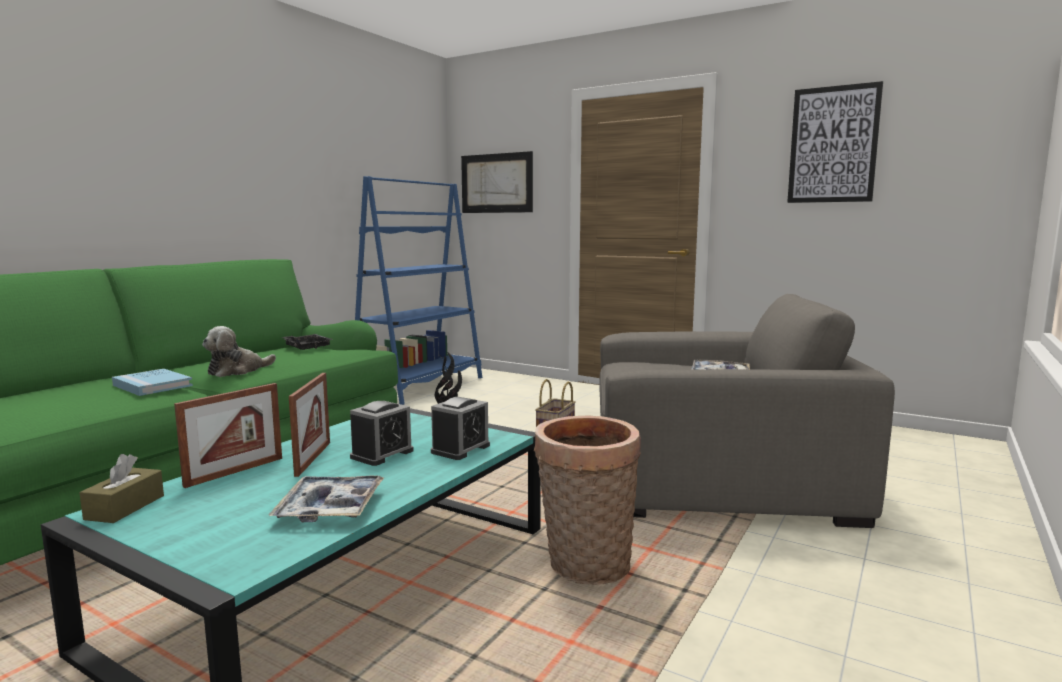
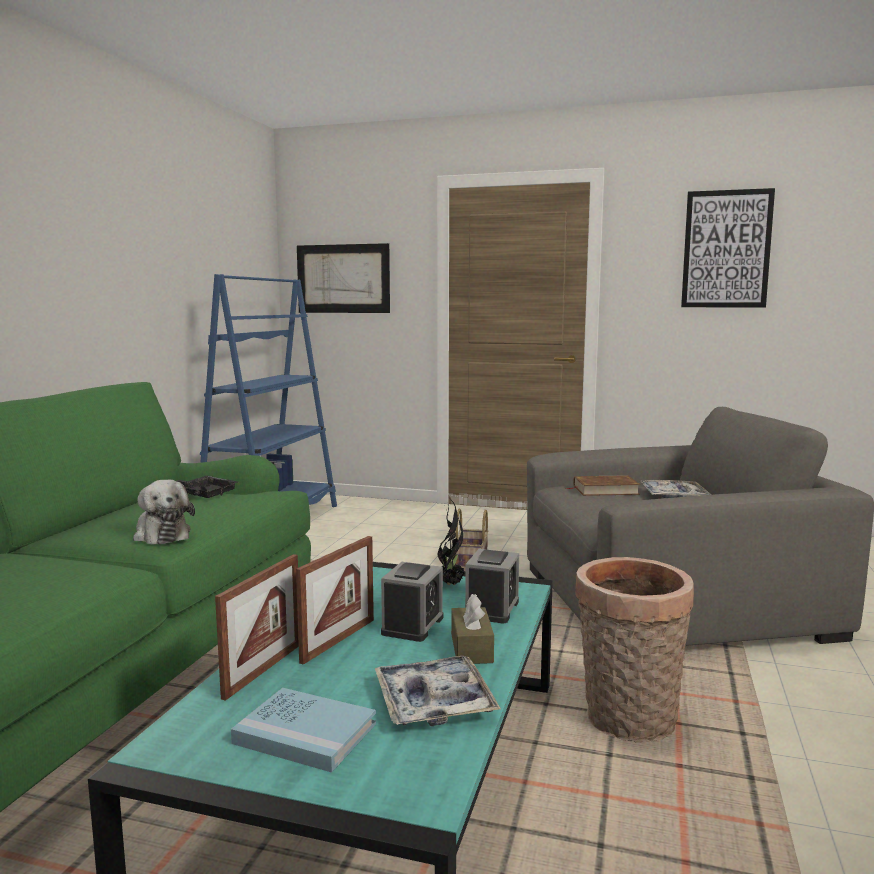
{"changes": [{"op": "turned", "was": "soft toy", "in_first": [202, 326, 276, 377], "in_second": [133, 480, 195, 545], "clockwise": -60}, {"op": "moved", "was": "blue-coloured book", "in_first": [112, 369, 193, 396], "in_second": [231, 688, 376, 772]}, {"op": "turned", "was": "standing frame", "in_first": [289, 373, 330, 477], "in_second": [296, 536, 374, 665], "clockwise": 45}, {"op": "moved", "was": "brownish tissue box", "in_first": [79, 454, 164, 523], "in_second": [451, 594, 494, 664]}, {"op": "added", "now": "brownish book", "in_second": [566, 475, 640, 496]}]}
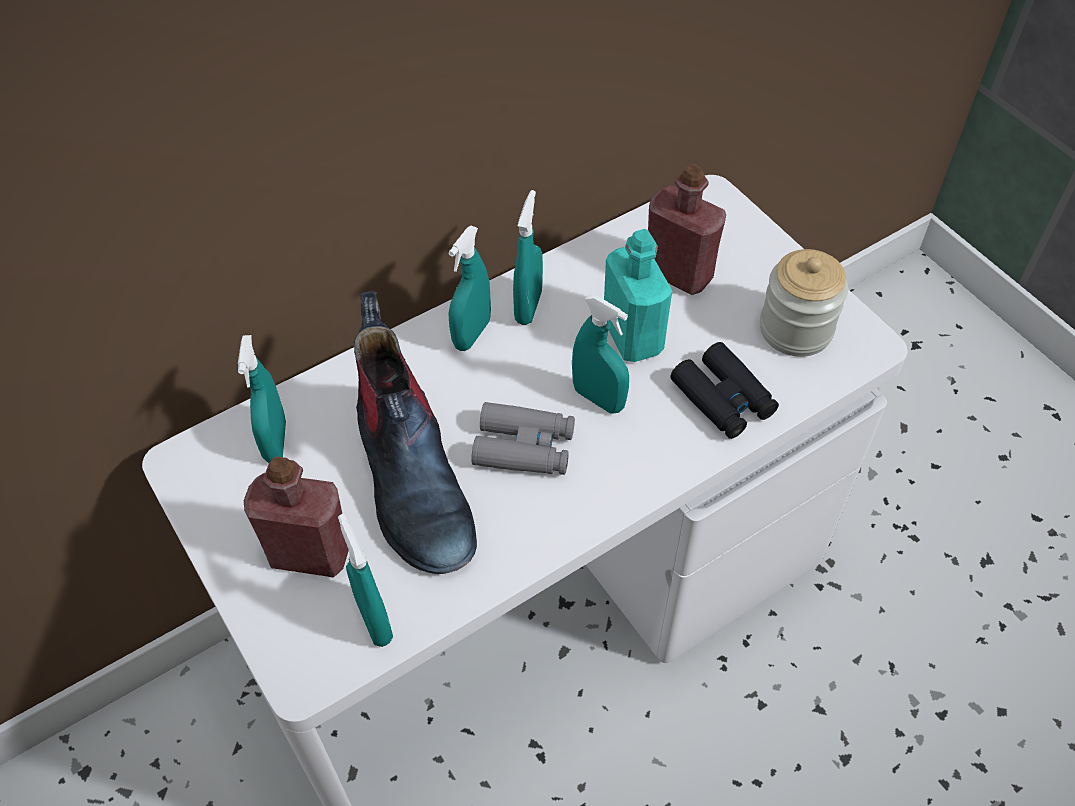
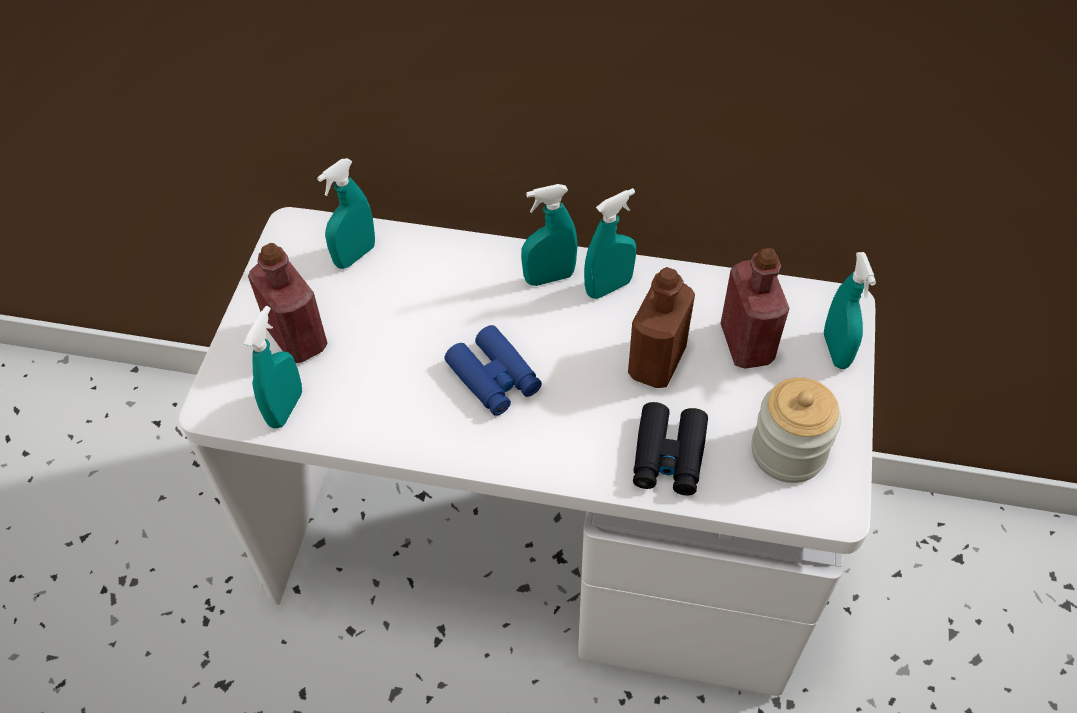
{"changes": [{"op": "recoloured", "was": "blue-green drink bottle", "now": "brownish drink bottle", "in_first": [604, 229, 672, 362], "in_second": [628, 267, 695, 388]}, {"op": "removed", "was": "boot", "in_first": [354, 291, 477, 574]}, {"op": "moved", "was": "blue-green spray bottle", "in_first": [572, 294, 629, 414], "in_second": [824, 252, 876, 369]}, {"op": "recoloured", "was": "grey pair of binoculars", "now": "blue-coloured pair of binoculars", "in_first": [471, 402, 575, 475], "in_second": [444, 325, 542, 416]}]}
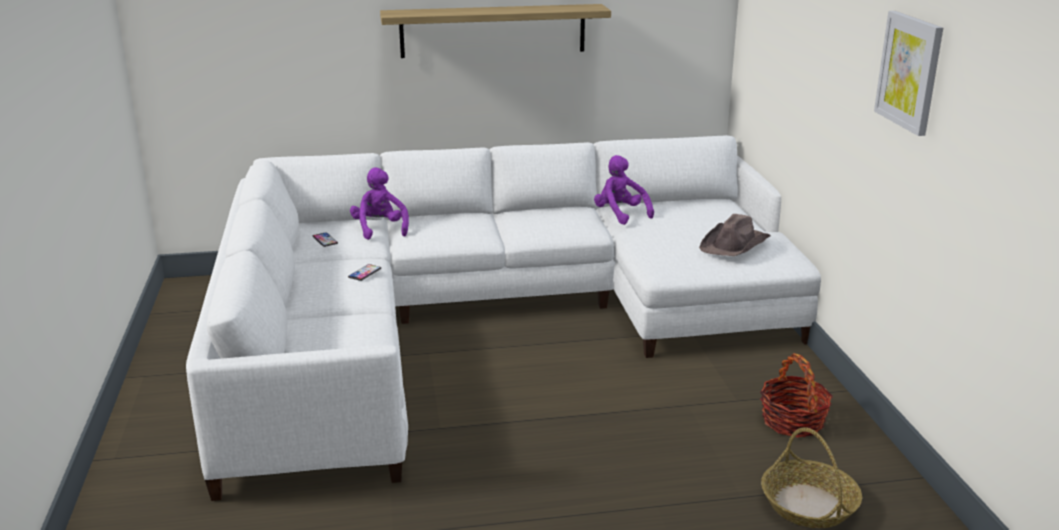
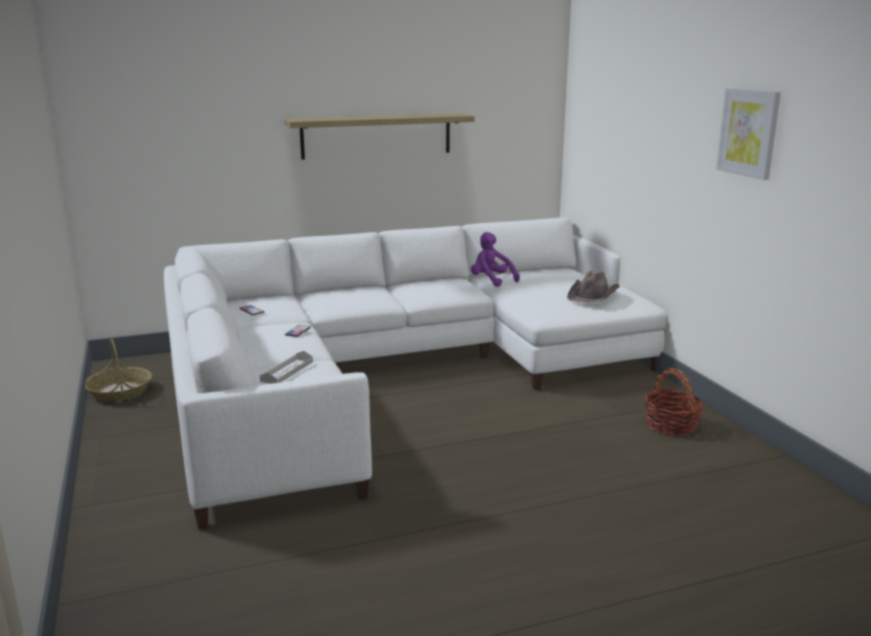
{"changes": [{"op": "removed", "was": "purple soft toy", "in_first": [350, 168, 409, 240]}, {"op": "moved", "was": "household basket", "in_first": [761, 427, 862, 528], "in_second": [85, 339, 152, 401]}, {"op": "added", "now": "grey tray", "in_second": [260, 351, 313, 384]}]}
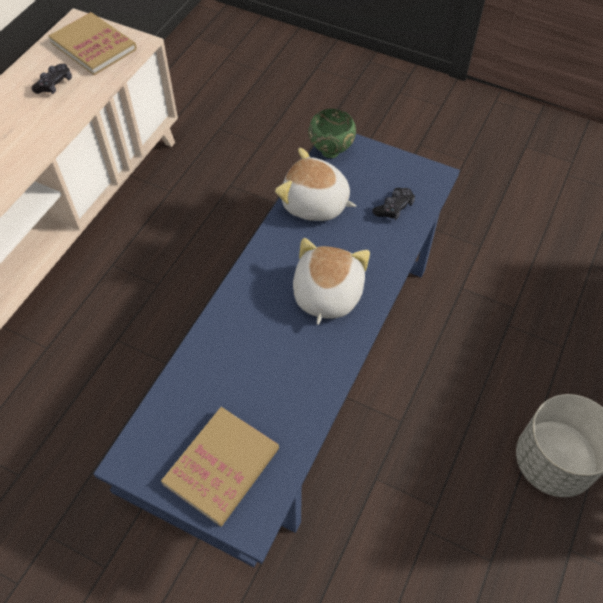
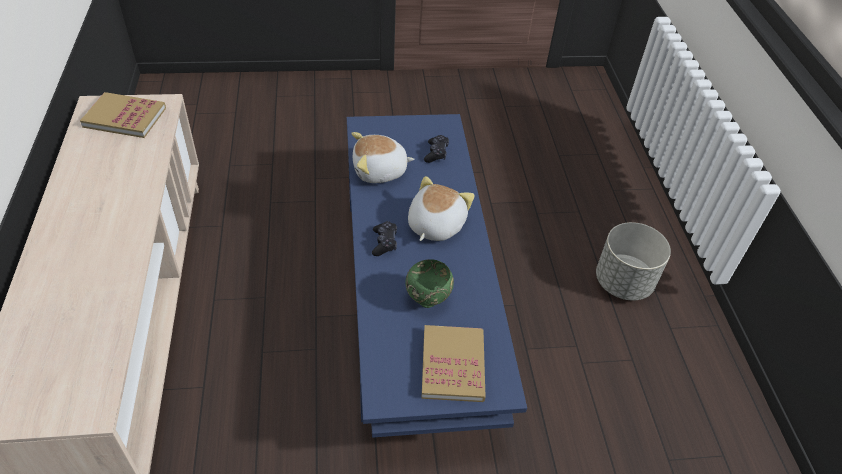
{"changes": [{"op": "moved", "was": "blackish joypad", "in_first": [32, 64, 72, 94], "in_second": [372, 221, 397, 256]}, {"op": "moved", "was": "green deep dish", "in_first": [308, 109, 356, 158], "in_second": [406, 259, 454, 308]}, {"op": "turned", "was": "soft toy", "in_first": [293, 238, 370, 325], "in_second": [408, 176, 475, 241], "clockwise": 45}]}
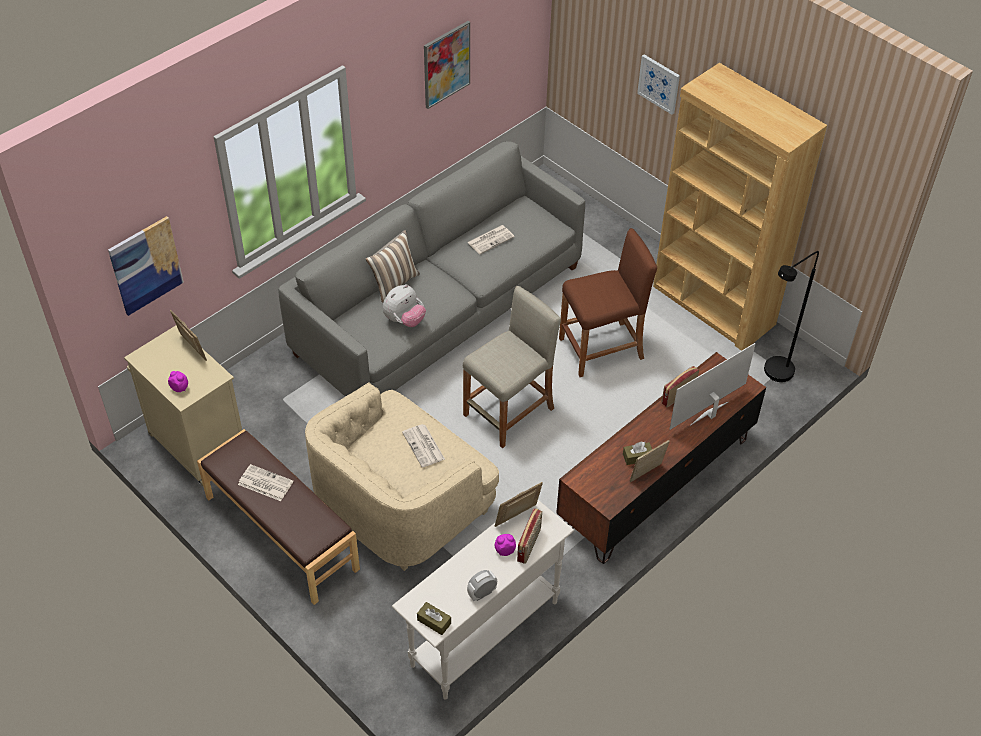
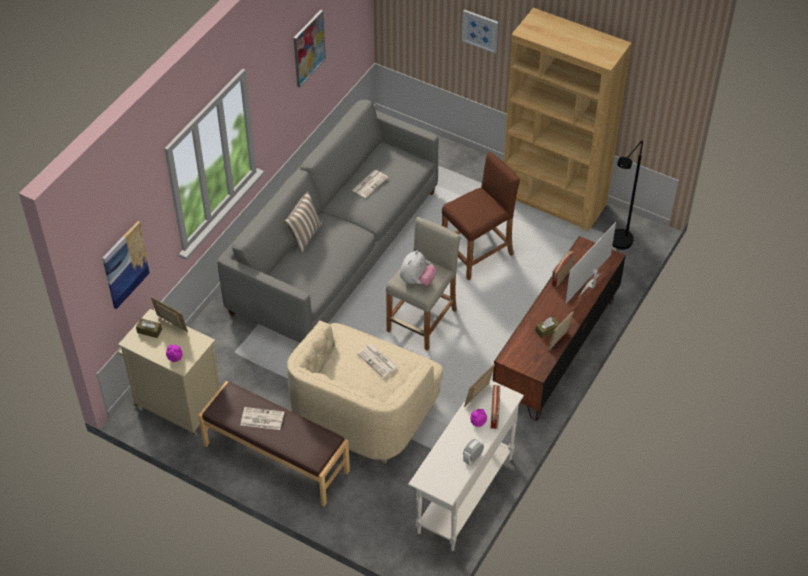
{"changes": [{"op": "moved", "was": "soft toy", "in_first": [383, 284, 426, 327], "in_second": [400, 251, 436, 286]}, {"op": "moved", "was": "brownish tissue box", "in_first": [417, 602, 451, 635], "in_second": [136, 318, 162, 338]}]}
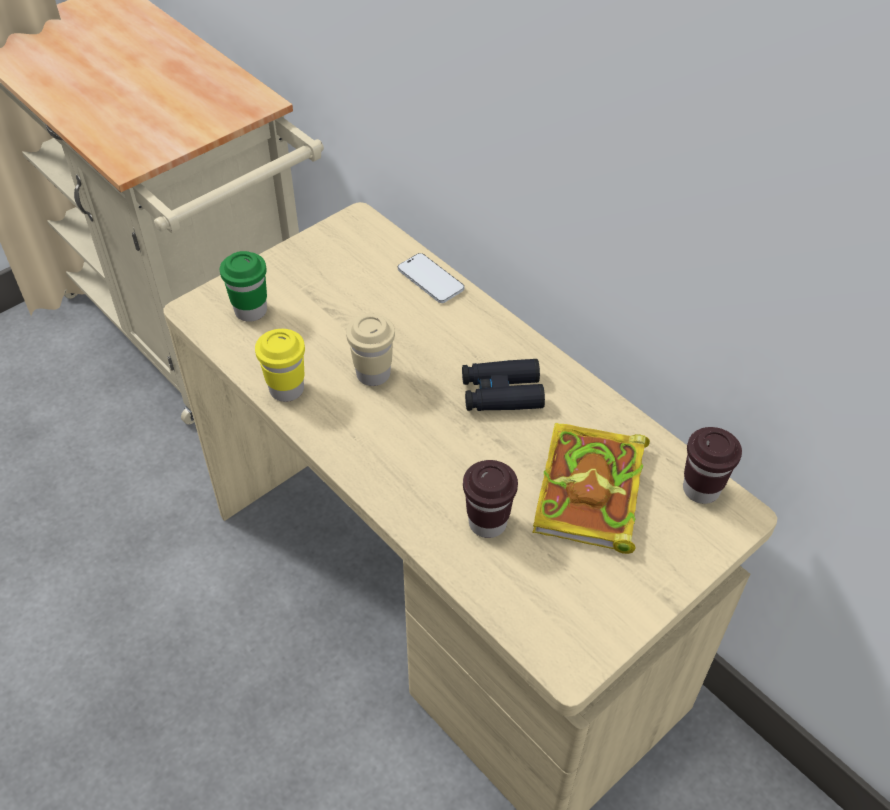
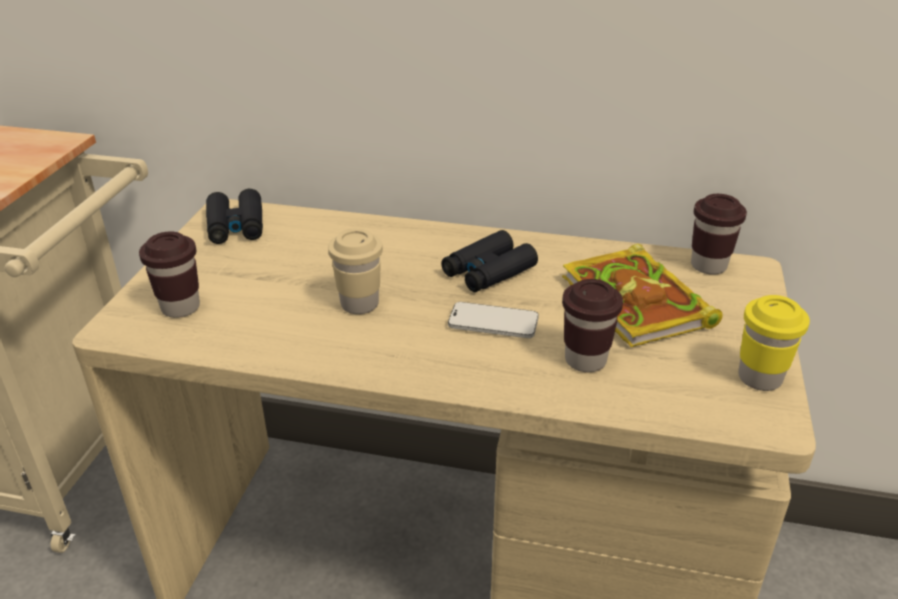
{"changes": [{"op": "recoloured", "was": "green small cup", "now": "brownish small cup", "in_first": [220, 251, 267, 322], "in_second": [139, 231, 200, 318]}, {"op": "moved", "was": "handset", "in_first": [398, 253, 464, 303], "in_second": [448, 302, 539, 338]}, {"op": "moved", "was": "yellow-coloured small cup", "in_first": [255, 329, 305, 402], "in_second": [738, 295, 810, 391]}, {"op": "added", "now": "blackish pair of binoculars", "in_second": [206, 189, 263, 244]}]}
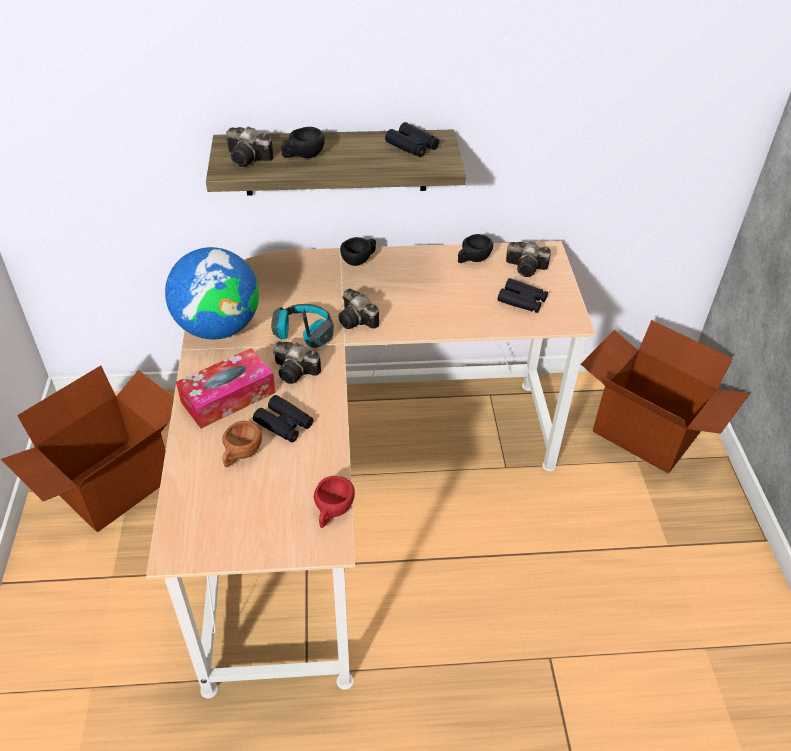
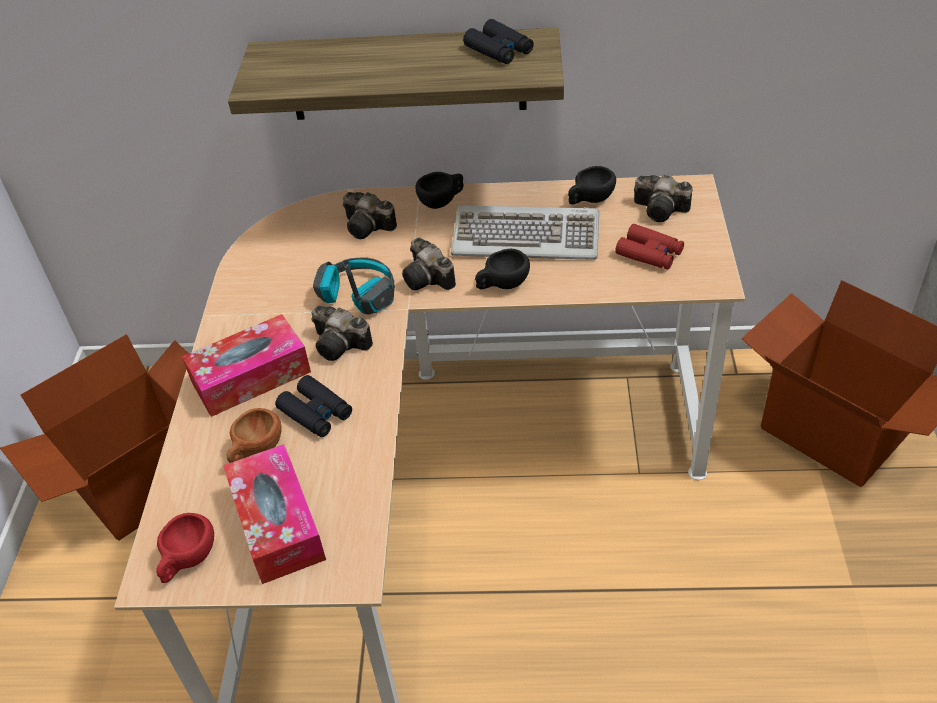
{"changes": [{"op": "moved", "was": "still camera", "in_first": [226, 126, 274, 167], "in_second": [343, 192, 397, 239]}, {"op": "moved", "was": "blackish small cup", "in_first": [281, 127, 325, 158], "in_second": [475, 249, 530, 290]}, {"op": "removed", "was": "world globe", "in_first": [165, 247, 259, 339]}, {"op": "recoloured", "was": "blackish pair of binoculars", "now": "red-coloured pair of binoculars", "in_first": [498, 278, 548, 313], "in_second": [615, 224, 684, 270]}, {"op": "moved", "was": "red-coloured small cup", "in_first": [314, 476, 355, 528], "in_second": [156, 513, 214, 583]}, {"op": "added", "now": "keyboard", "in_second": [451, 205, 599, 260]}, {"op": "added", "now": "tissue box", "in_second": [223, 444, 326, 584]}]}
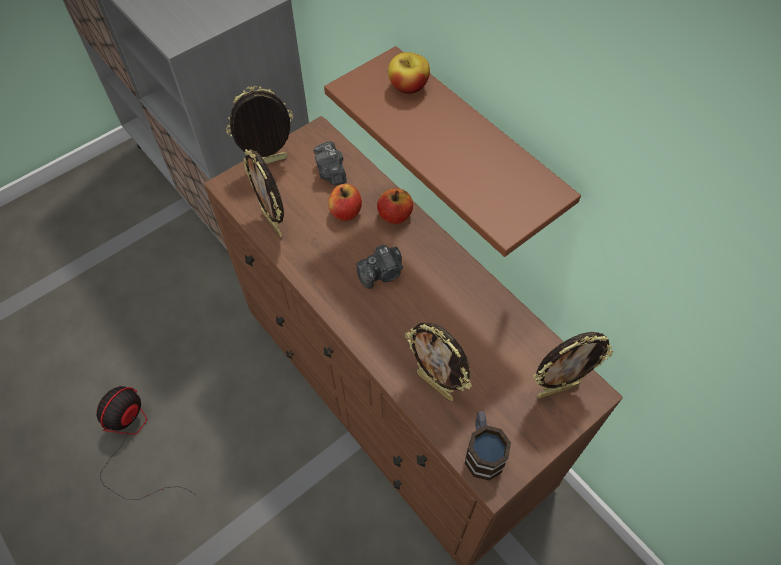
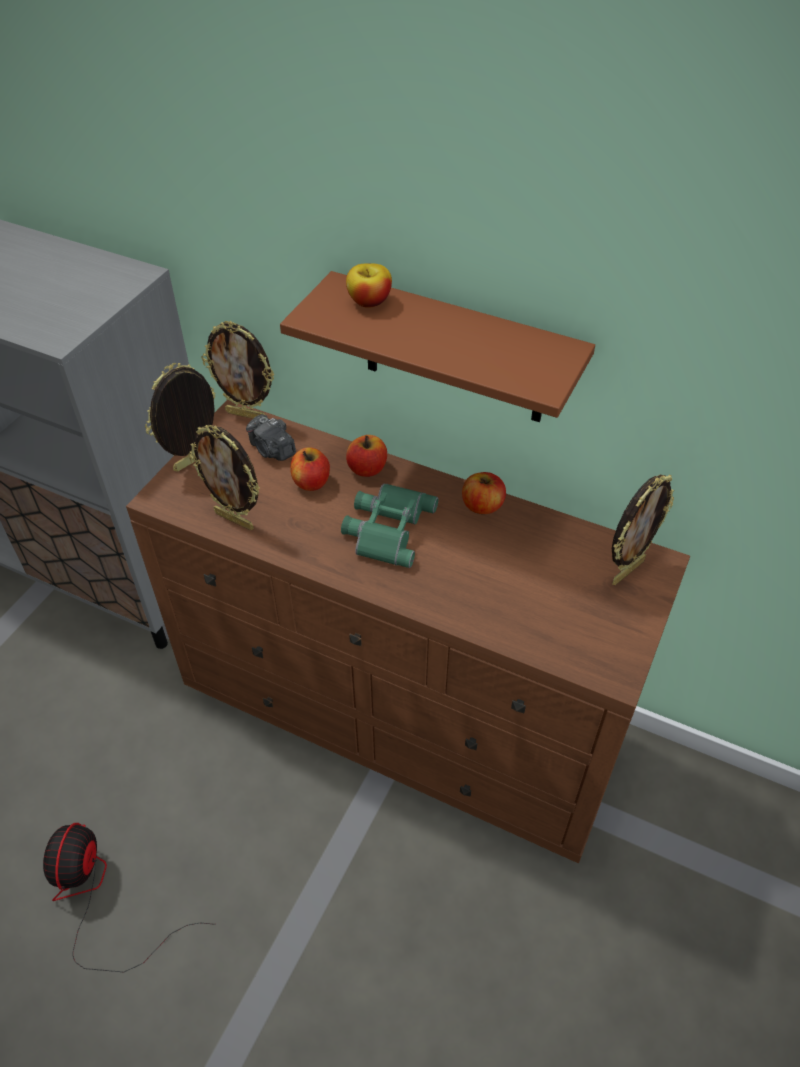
{"changes": [{"op": "replaced", "was": "still camera", "now": "green pair of binoculars", "in_first": [356, 245, 403, 289], "in_second": [341, 484, 438, 568]}, {"op": "moved", "was": "standing frame", "in_first": [405, 322, 472, 401], "in_second": [201, 321, 275, 419]}, {"op": "removed", "was": "coffee mug", "in_first": [465, 411, 511, 481]}, {"op": "added", "now": "whole apple", "in_second": [462, 472, 506, 514]}]}
